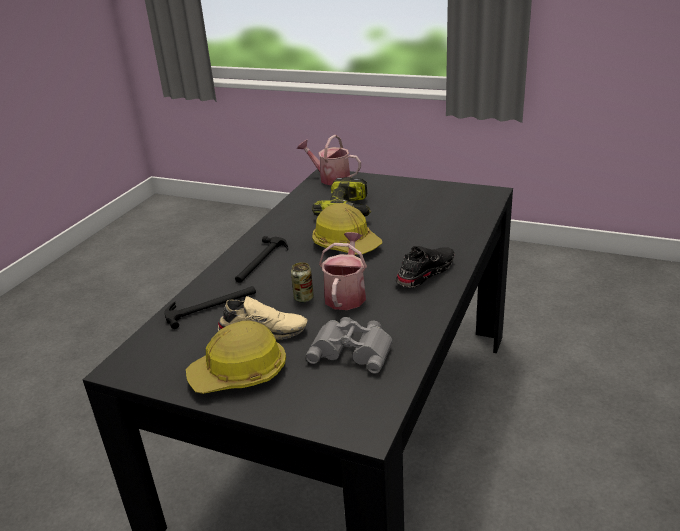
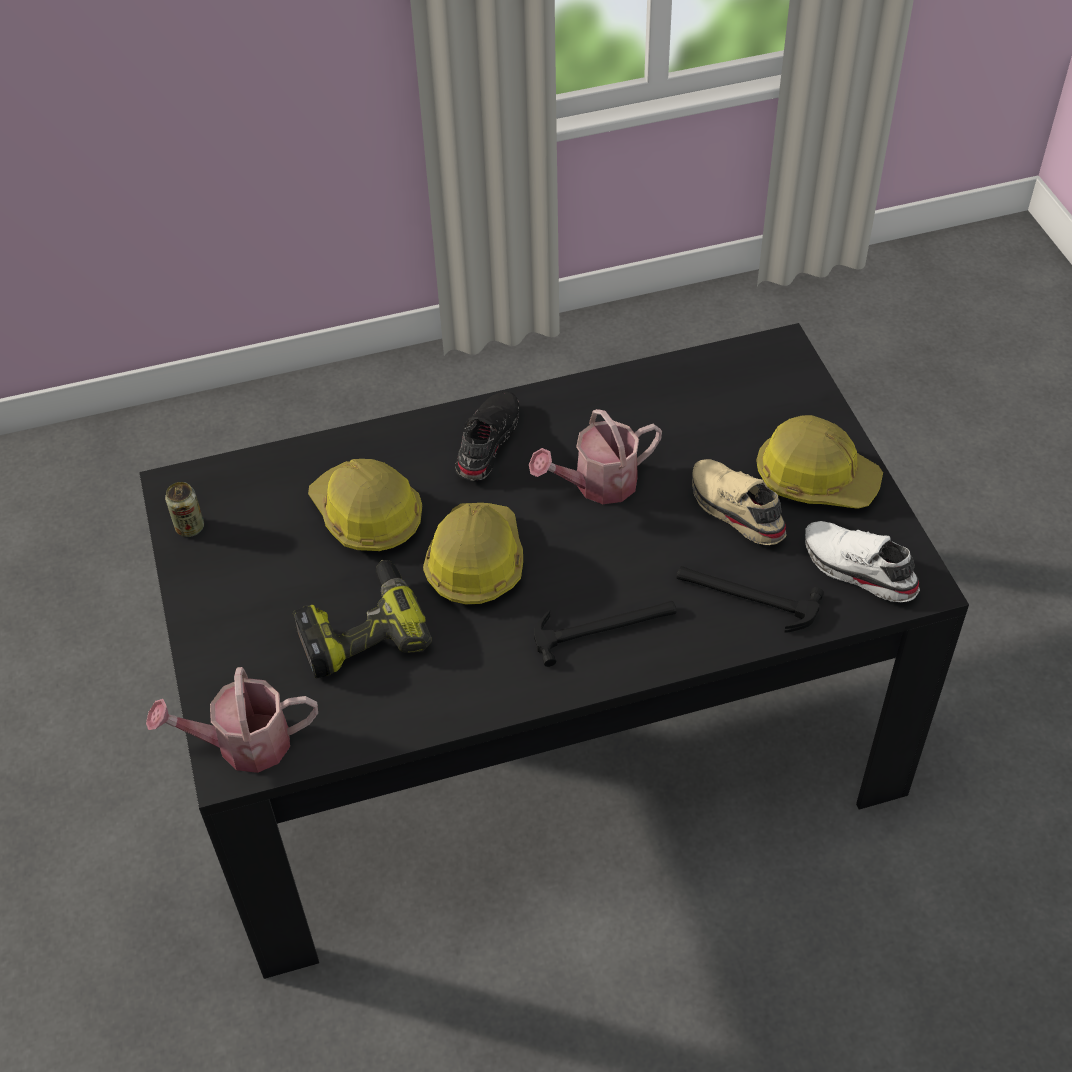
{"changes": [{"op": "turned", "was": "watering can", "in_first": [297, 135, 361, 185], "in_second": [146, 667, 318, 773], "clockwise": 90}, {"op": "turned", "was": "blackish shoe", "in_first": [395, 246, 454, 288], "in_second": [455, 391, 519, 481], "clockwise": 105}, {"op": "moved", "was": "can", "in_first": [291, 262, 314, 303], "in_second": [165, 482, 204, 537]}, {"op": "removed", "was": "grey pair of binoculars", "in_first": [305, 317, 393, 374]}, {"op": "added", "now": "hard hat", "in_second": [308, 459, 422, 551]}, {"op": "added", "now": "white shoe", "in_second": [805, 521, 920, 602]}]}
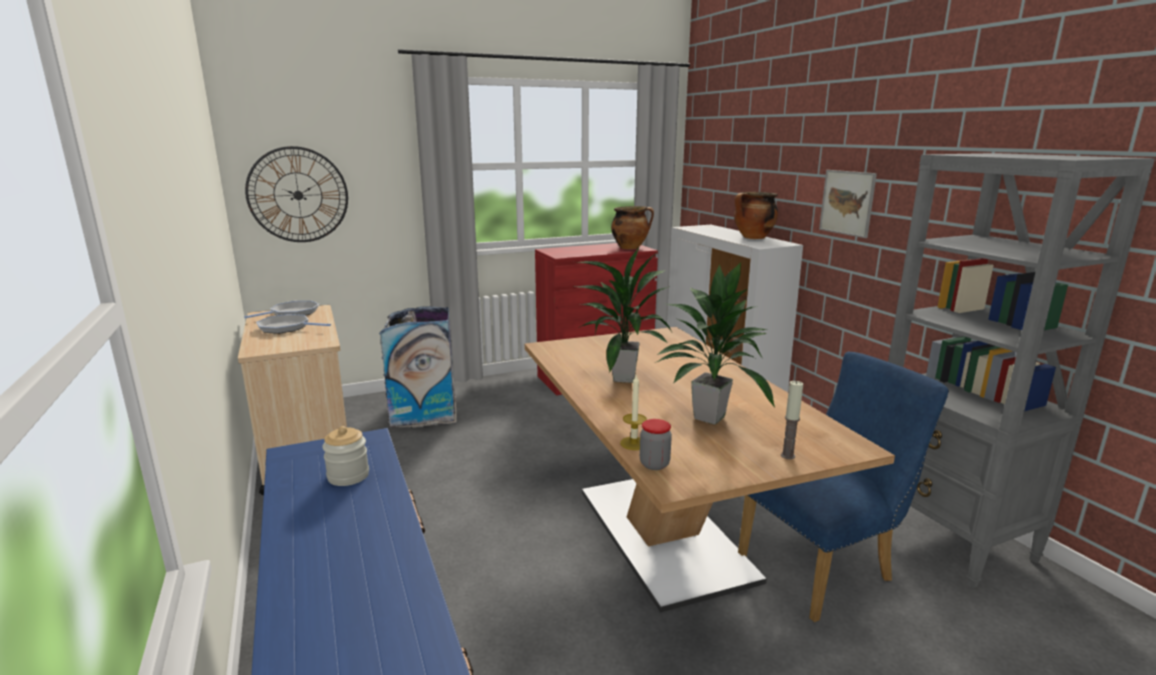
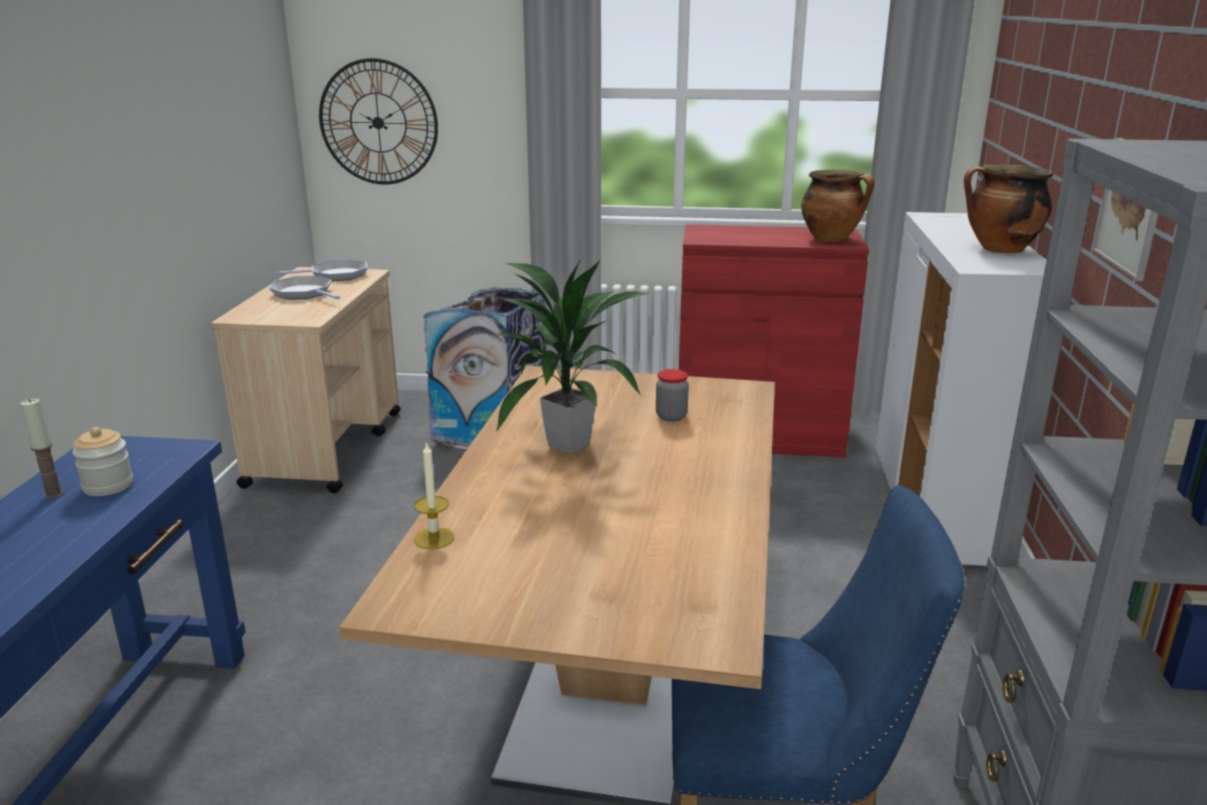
{"changes": [{"op": "removed", "was": "houseplant", "in_first": [655, 262, 775, 424]}, {"op": "moved", "was": "wax candle", "in_first": [781, 381, 803, 459], "in_second": [21, 399, 64, 499]}, {"op": "moved", "was": "preserve jar", "in_first": [640, 419, 672, 470], "in_second": [656, 369, 689, 422]}]}
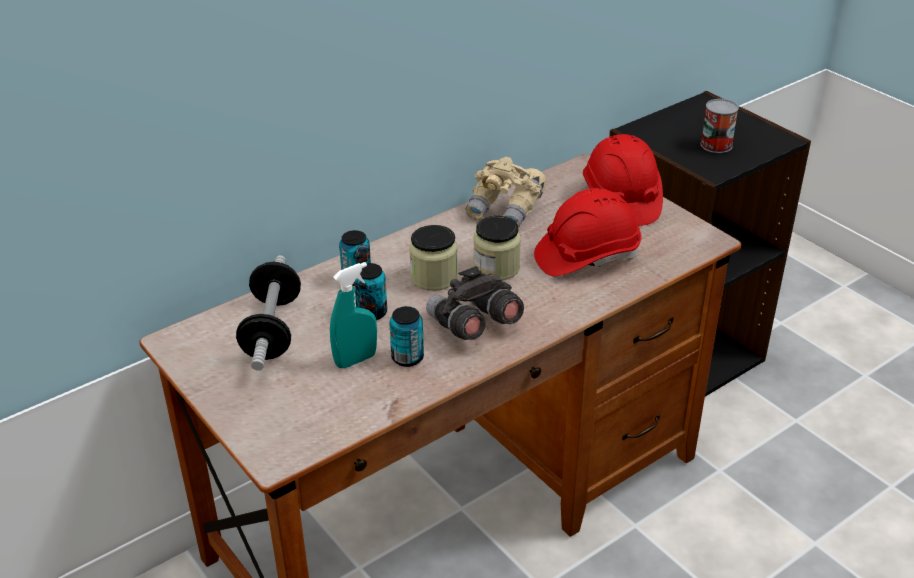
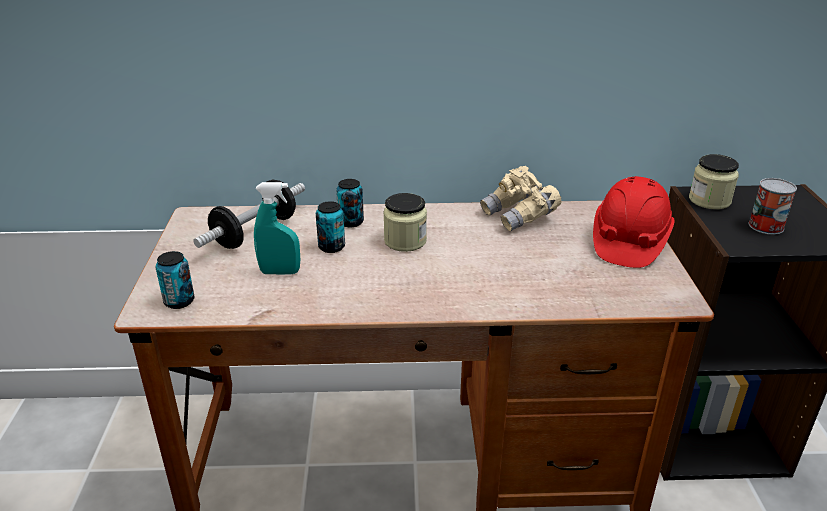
{"changes": [{"op": "removed", "was": "red-coloured hard hat", "in_first": [534, 188, 641, 276]}, {"op": "moved", "was": "preserve jar", "in_first": [473, 216, 521, 280], "in_second": [689, 154, 739, 209]}, {"op": "removed", "was": "grey pair of binoculars", "in_first": [426, 266, 524, 340]}, {"op": "moved", "was": "can", "in_first": [389, 306, 424, 367], "in_second": [155, 251, 195, 309]}]}
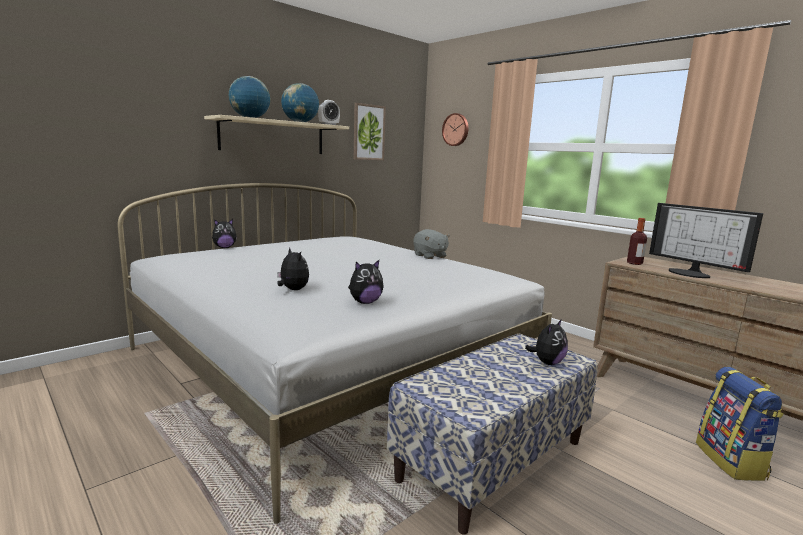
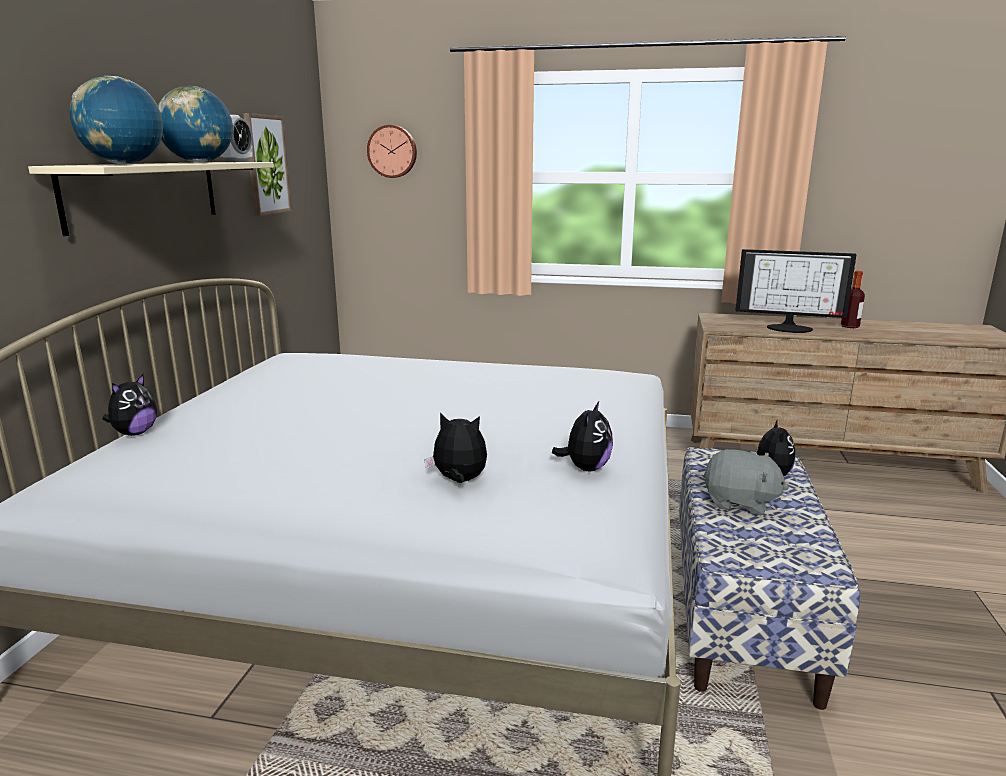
{"changes": [{"op": "moved", "was": "drink bottle", "in_first": [627, 218, 647, 265], "in_second": [841, 271, 865, 328]}, {"op": "moved", "was": "grey soft toy", "in_first": [413, 229, 450, 259], "in_second": [703, 449, 789, 515]}, {"op": "removed", "was": "rucksack", "in_first": [696, 367, 784, 481]}]}
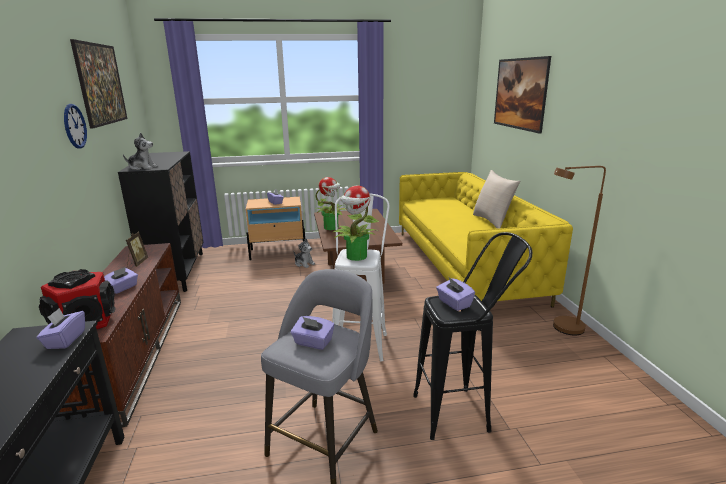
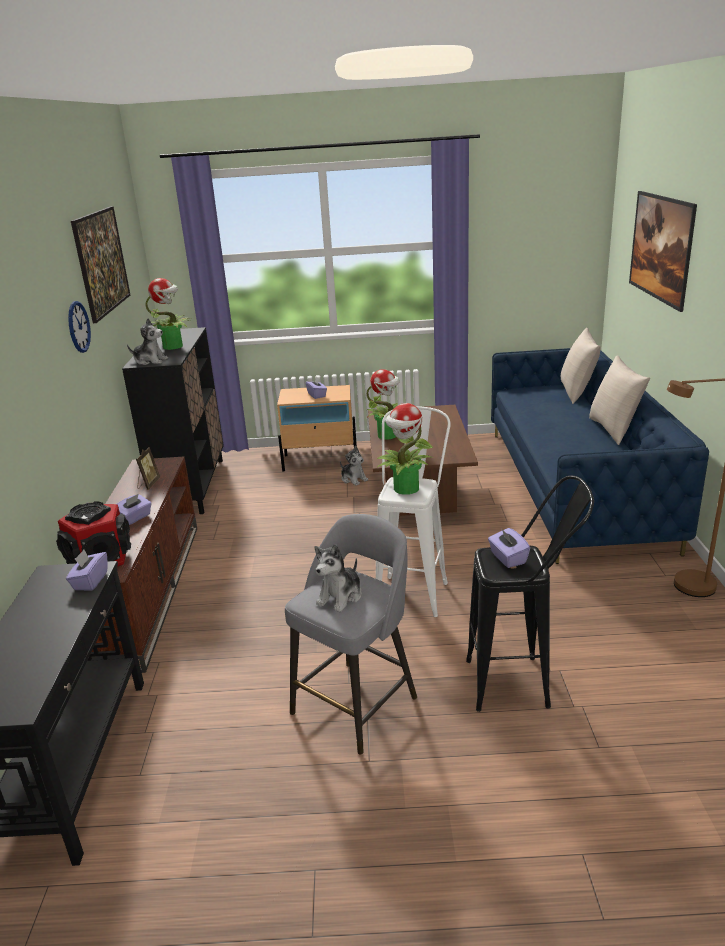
{"changes": [{"op": "recoloured", "was": "yellow-coloured couch", "now": "blue-coloured couch", "in_first": [399, 172, 573, 307], "in_second": [491, 348, 709, 564]}, {"op": "replaced", "was": "purple tissue box", "now": "soft toy", "in_first": [291, 316, 335, 350], "in_second": [315, 544, 362, 612]}, {"op": "added", "now": "houseplant", "in_second": [145, 278, 191, 350]}, {"op": "added", "now": "beige cushion", "in_second": [561, 328, 601, 404]}]}
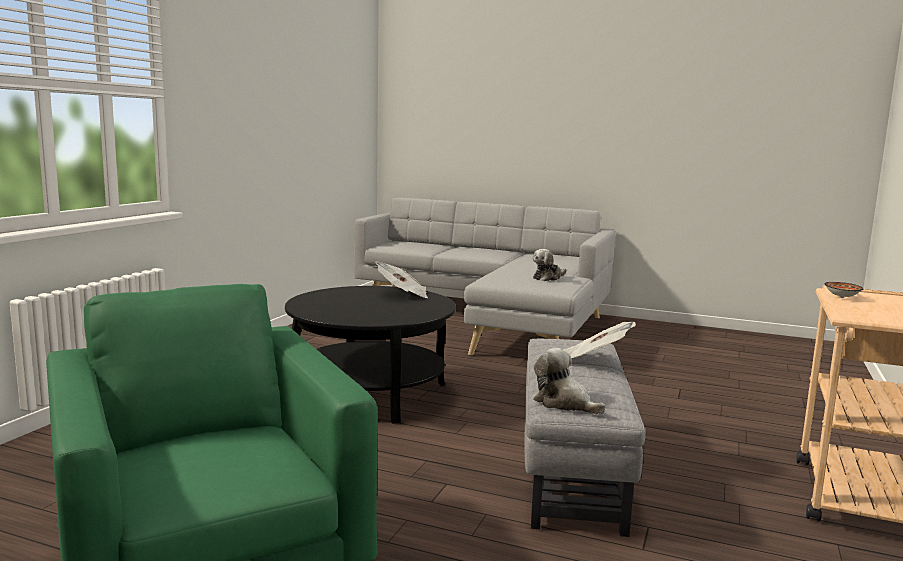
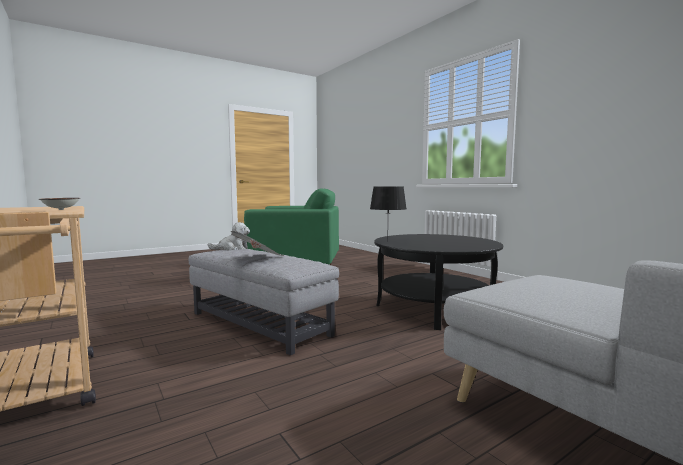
{"changes": [{"op": "removed", "was": "soft toy", "in_first": [533, 249, 567, 281]}, {"op": "removed", "was": "daily paper", "in_first": [375, 261, 428, 298]}, {"op": "added", "now": "blackish lamp for a table", "in_second": [370, 187, 406, 242]}]}
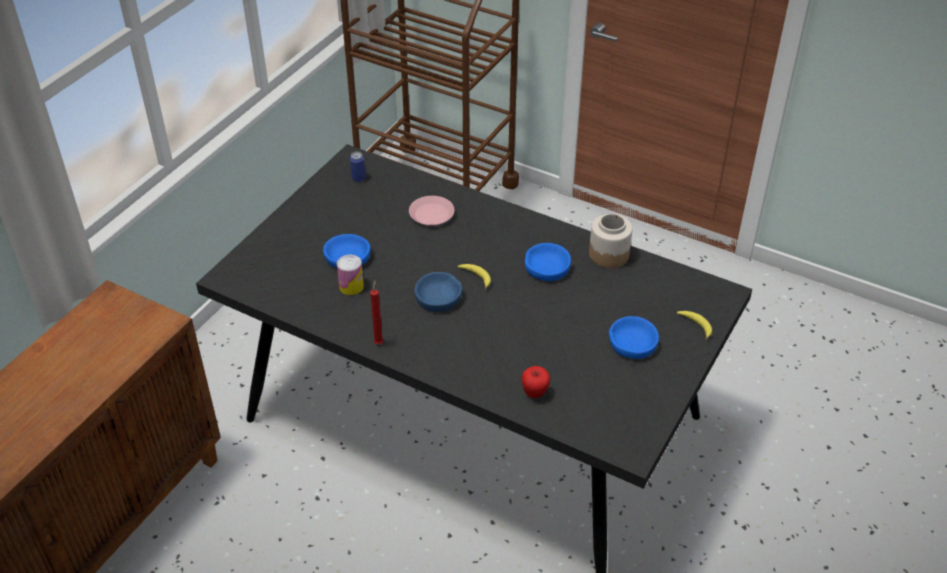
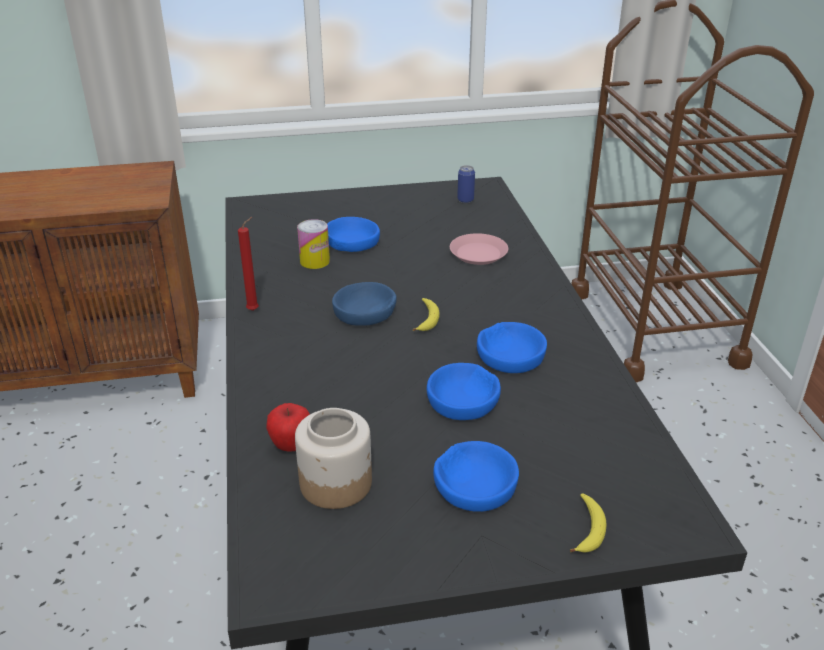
{"changes": [{"op": "moved", "was": "preserve jar", "in_first": [589, 213, 633, 268], "in_second": [295, 408, 372, 509]}, {"op": "added", "now": "blue-coloured deep dish", "in_second": [427, 363, 501, 420]}]}
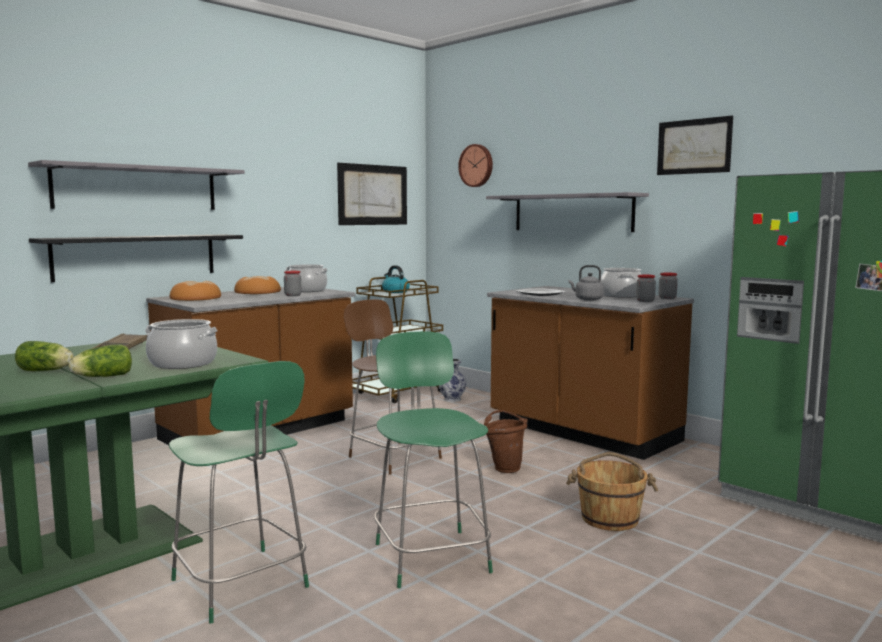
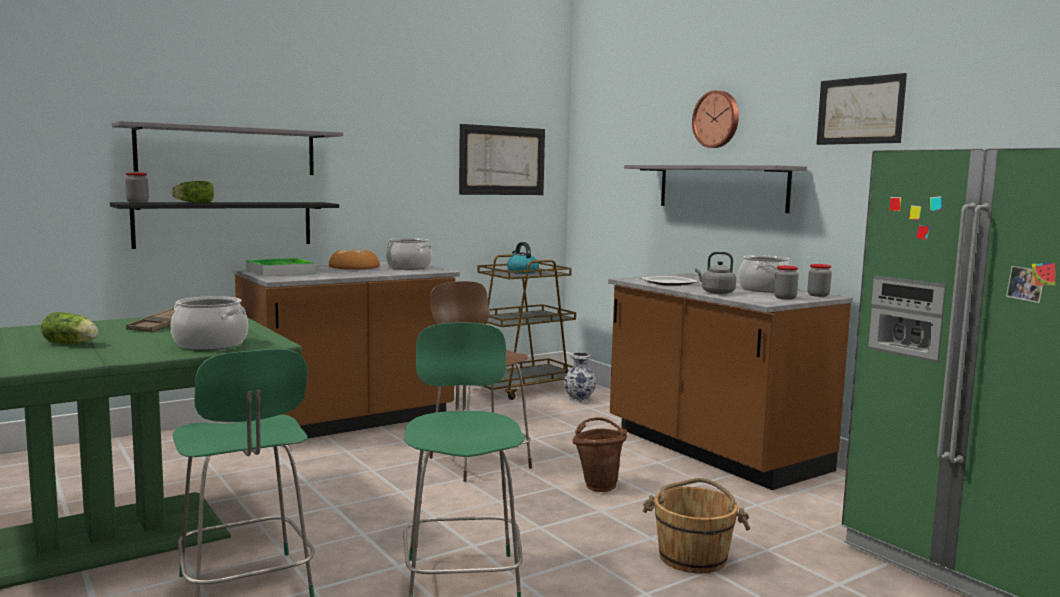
{"changes": [{"op": "moved", "was": "hanging clock", "in_first": [458, 144, 493, 187], "in_second": [692, 90, 739, 148]}, {"op": "moved", "was": "preserve jar", "in_first": [284, 271, 301, 296], "in_second": [125, 172, 149, 203]}, {"op": "replaced", "was": "bakery bread", "now": "tray", "in_first": [169, 281, 221, 301], "in_second": [246, 258, 316, 276]}, {"op": "moved", "was": "lettuce head", "in_first": [69, 344, 132, 377], "in_second": [171, 181, 214, 203]}]}
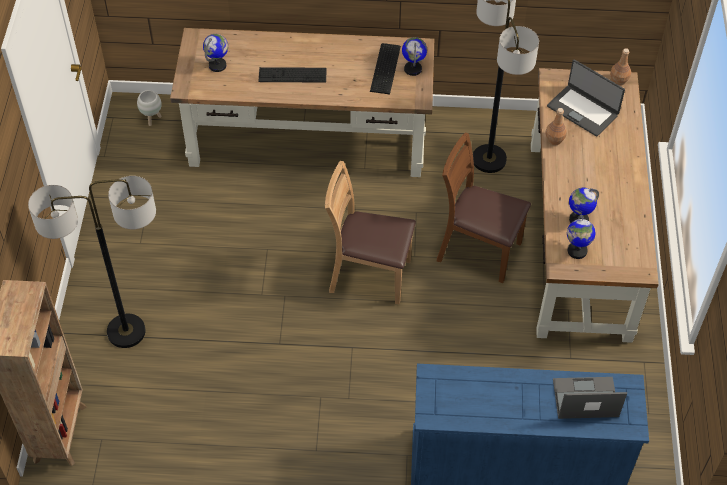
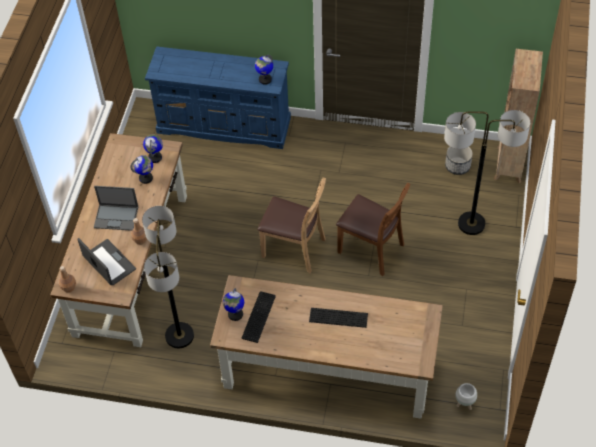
{"changes": [{"op": "moved", "was": "world globe", "in_first": [203, 34, 228, 72], "in_second": [255, 55, 273, 85]}, {"op": "moved", "was": "brownish plain chair", "in_first": [437, 132, 531, 283], "in_second": [336, 183, 410, 276]}, {"op": "moved", "was": "portable computer", "in_first": [553, 377, 627, 419], "in_second": [94, 186, 138, 231]}, {"op": "added", "now": "plant pot", "in_second": [445, 146, 473, 175]}]}
